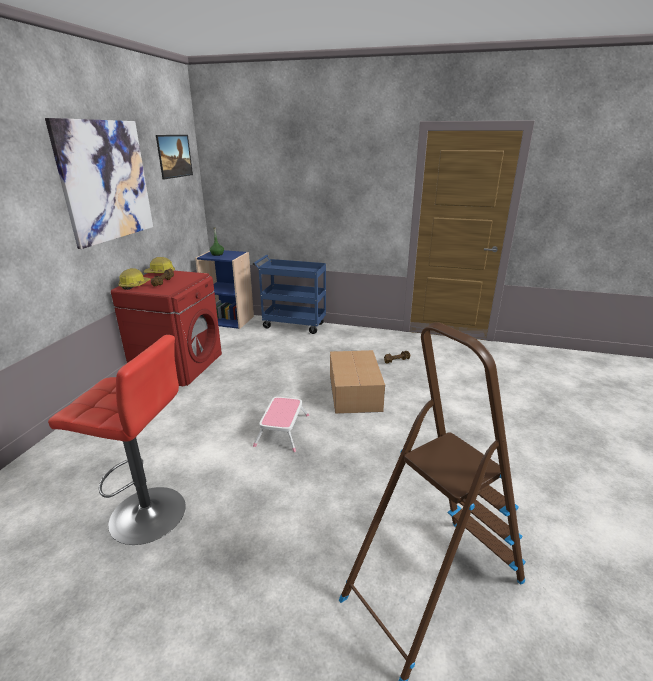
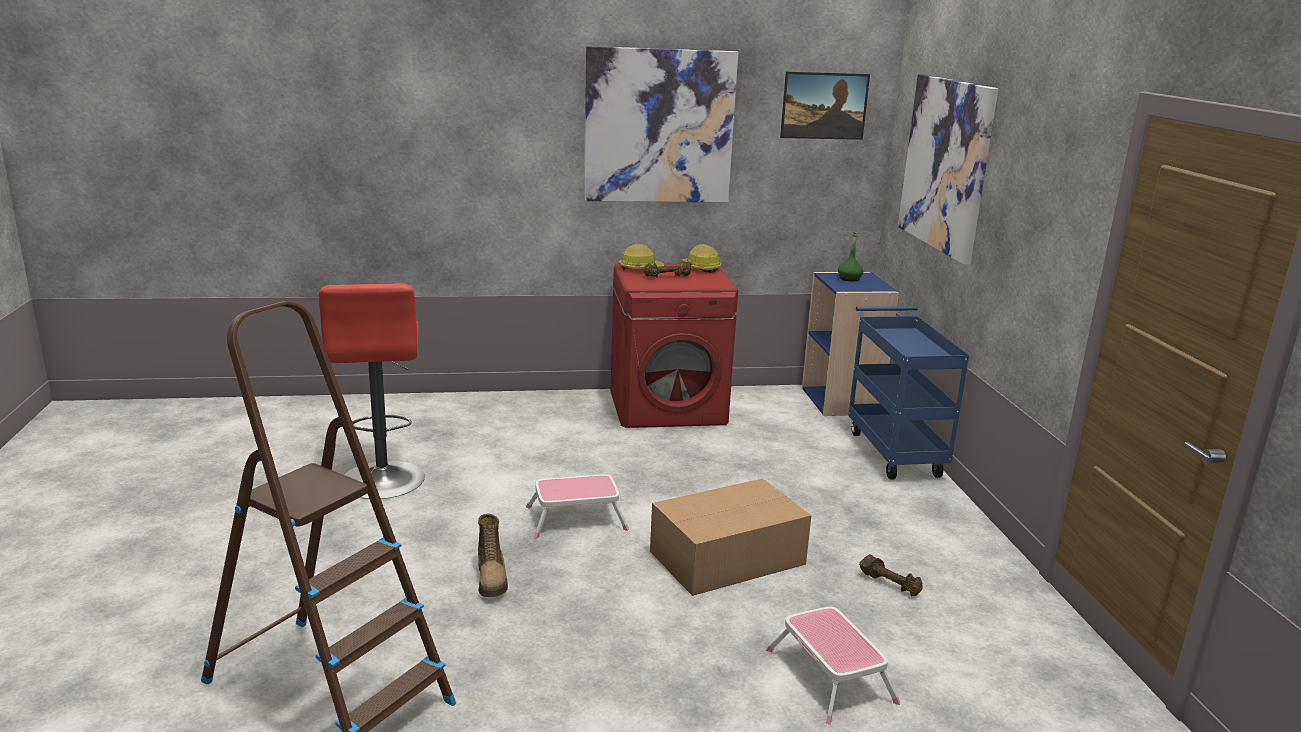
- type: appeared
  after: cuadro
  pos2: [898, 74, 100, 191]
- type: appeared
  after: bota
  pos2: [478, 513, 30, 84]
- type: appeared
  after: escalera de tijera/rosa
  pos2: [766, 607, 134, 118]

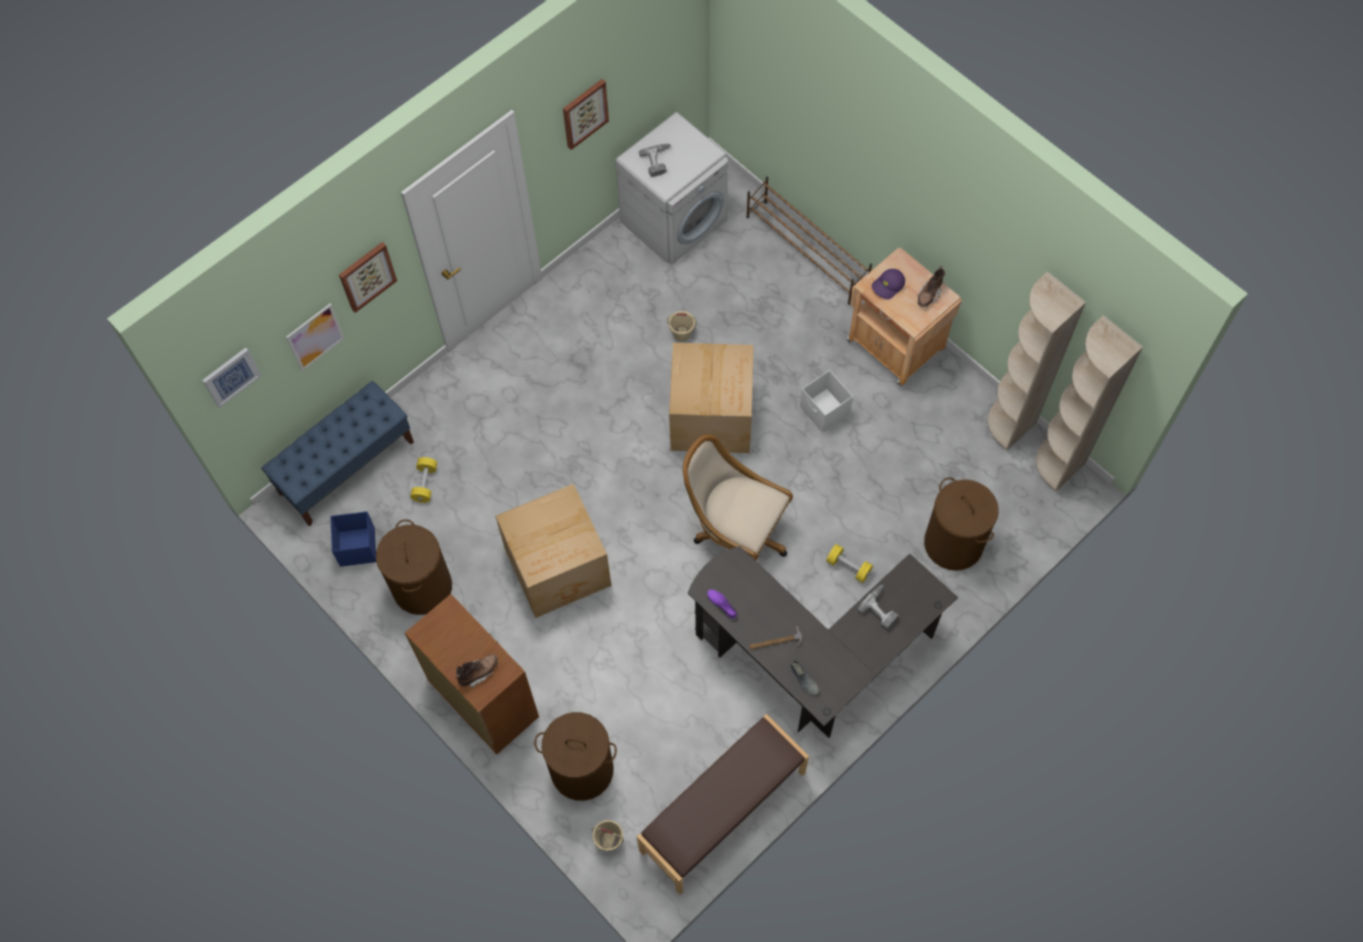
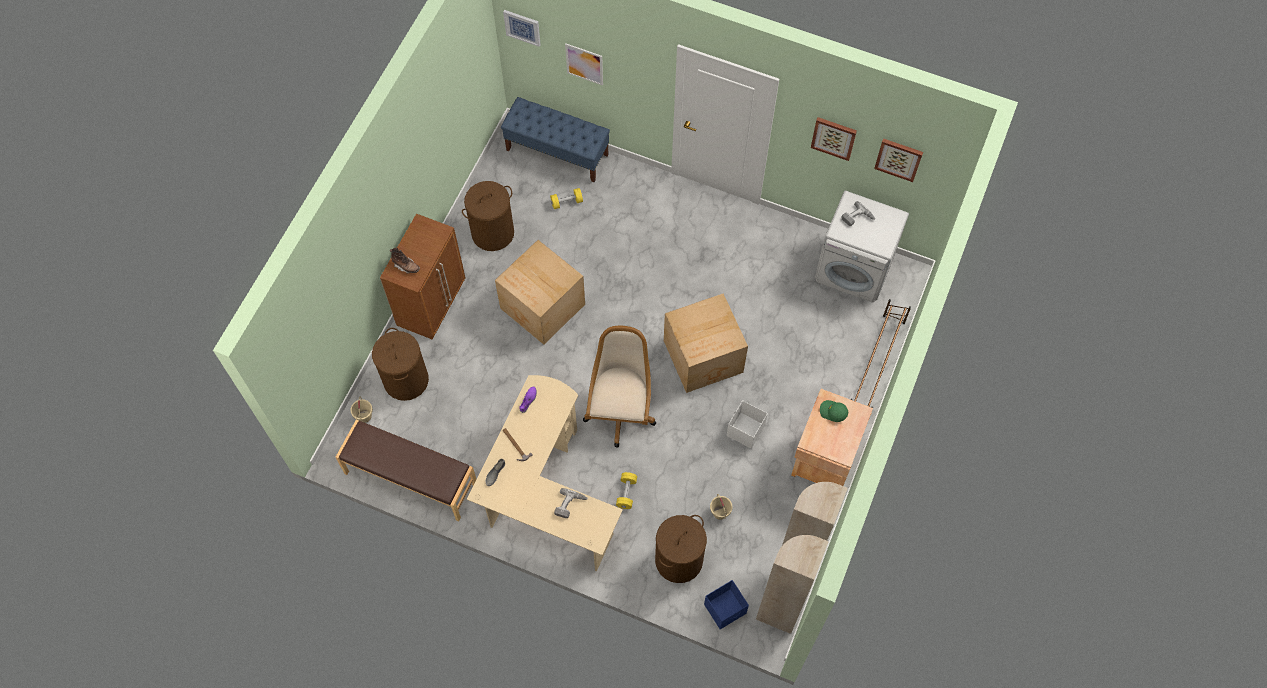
- type: relocated
  before: cuadro
  pos1: [339, 242, 58, 71]
  pos2: [874, 138, 49, 44]
- type: missing
  before: bota/marrón
  pos1: [918, 266, 27, 41]
- type: colour
  before: gorra/morado
  after: gorra/verde
  pos1: [872, 269, 33, 31]
  pos2: [820, 400, 28, 22]
- type: relocated
  before: cubo/beis
  pos1: [667, 311, 29, 30]
  pos2: [710, 494, 22, 26]
- type: relocated
  before: caja de almacenaje/azul
  pos1: [330, 511, 46, 56]
  pos2: [704, 580, 45, 49]
- type: colour
  before: escritorio/negro
  after: escritorio/beis
  pos1: [688, 546, 270, 192]
  pos2: [467, 375, 156, 196]

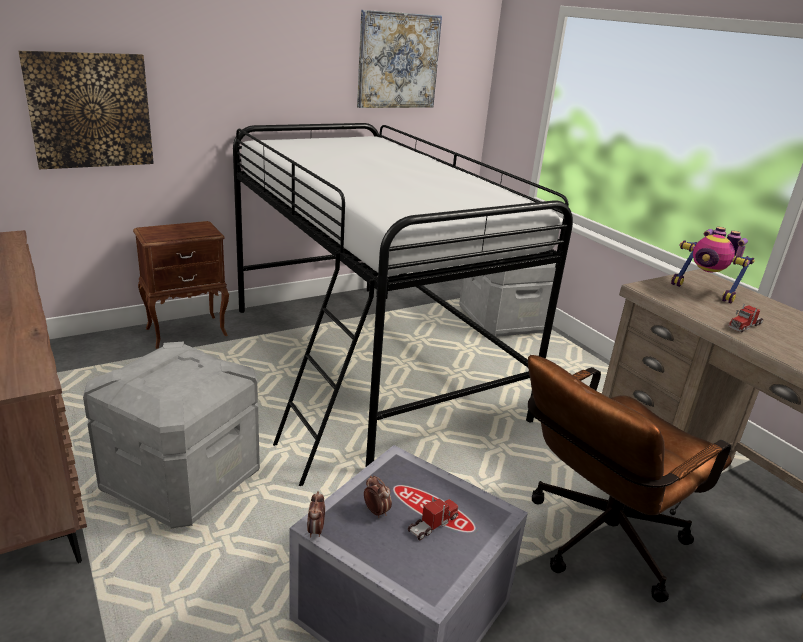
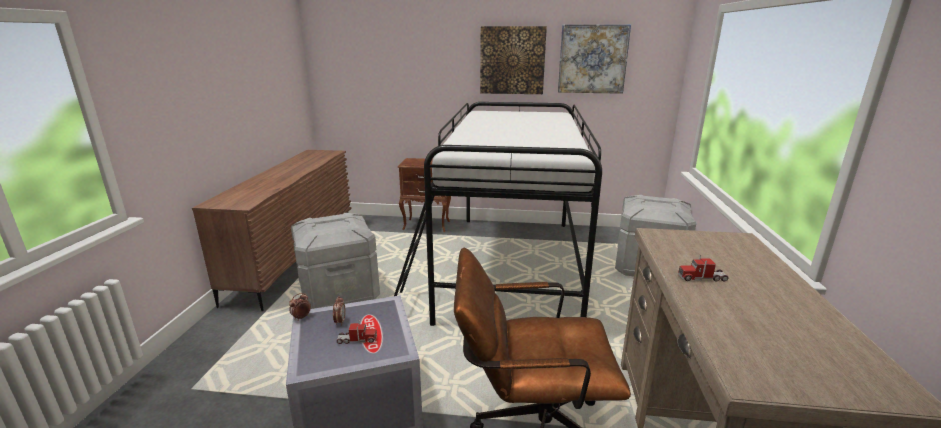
- type: relocated
  before: cuadro
  pos1: [18, 51, 136, 118]
  pos2: [480, 26, 67, 68]
- type: missing
  before: robot de juguete
  pos1: [671, 227, 84, 76]

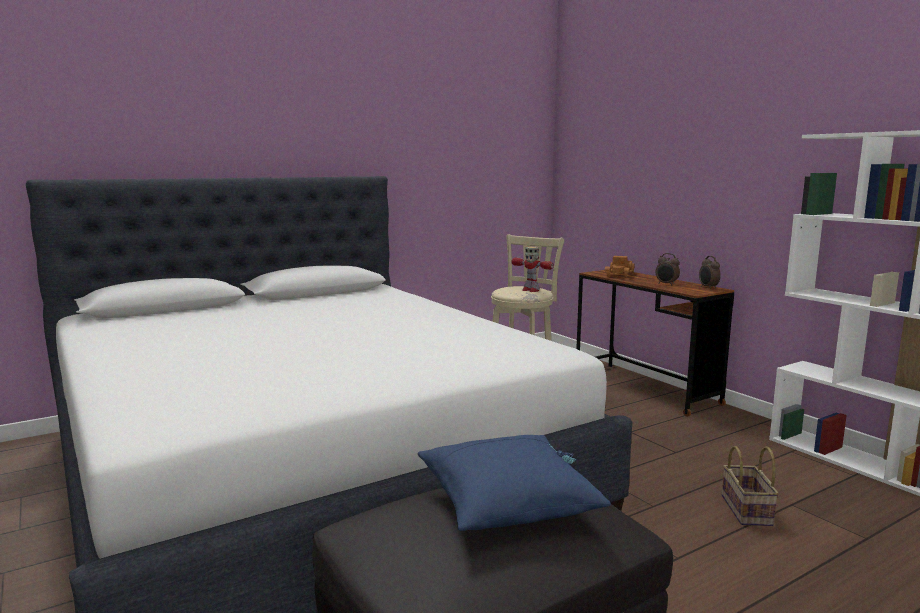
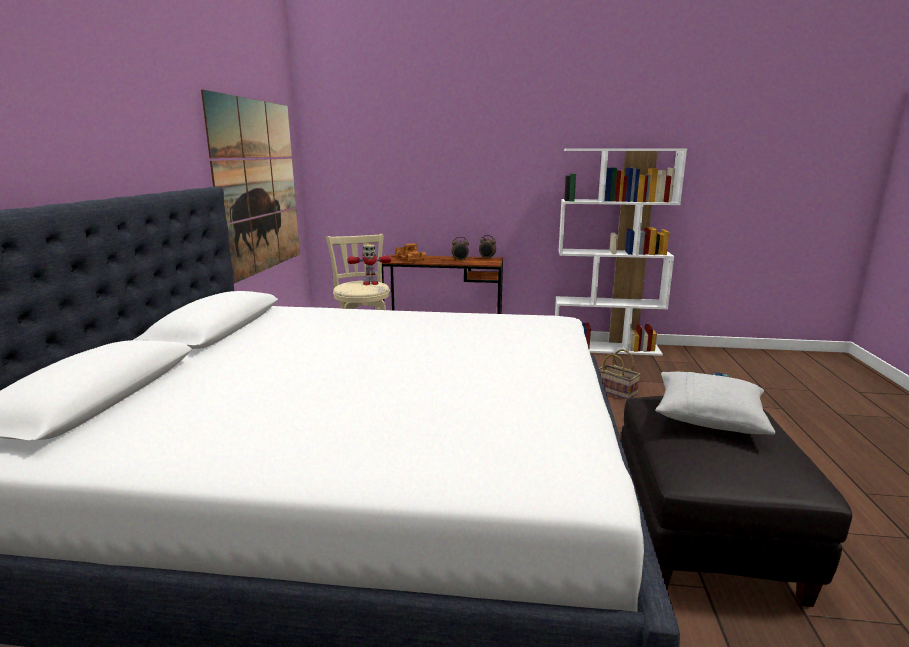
- type: colour
  before: cojín/azul
  after: cojín/gris
  pos1: [418, 435, 193, 96]
  pos2: [655, 372, 120, 63]
- type: appeared
  after: cuadro
  pos2: [201, 89, 99, 194]

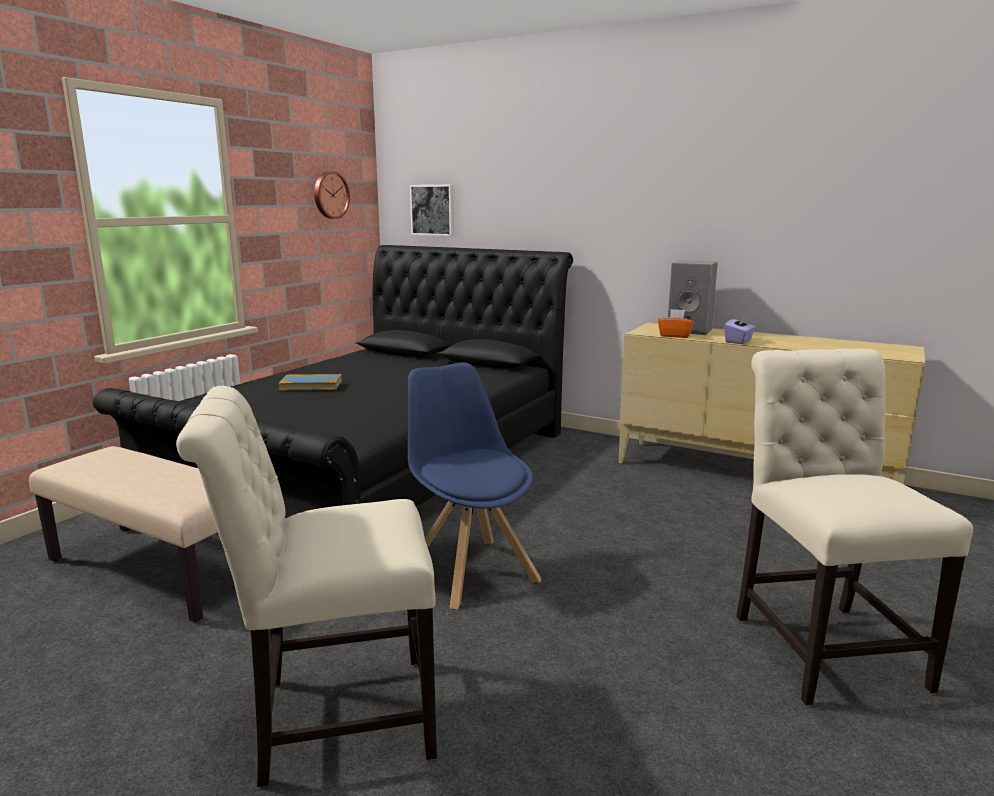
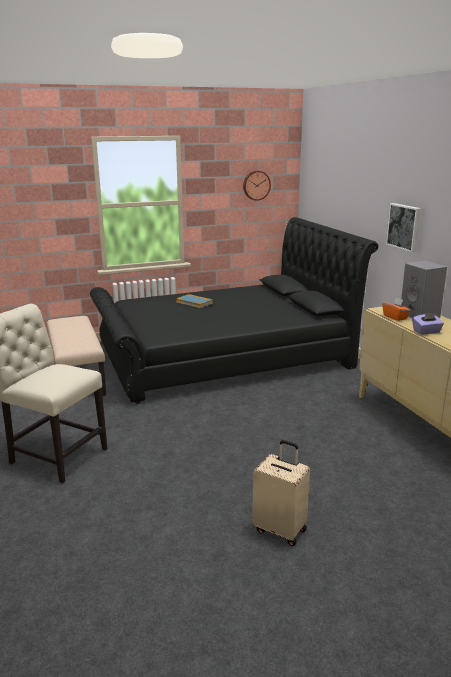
- type: relocated
  before: cuadro
  pos1: [410, 185, 44, 51]
  pos2: [386, 203, 35, 49]
- type: exchanged
  before: silla/beis
  after: maleta/beis
  pos1: [736, 349, 237, 356]
  pos2: [253, 440, 57, 106]
- type: missing
  before: silla/azul
  pos1: [408, 363, 133, 247]

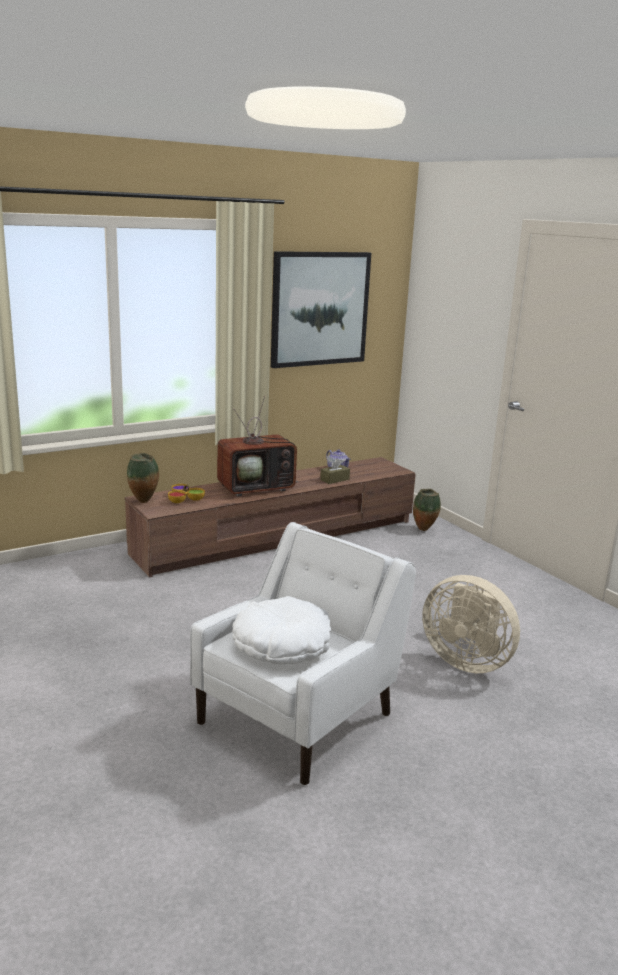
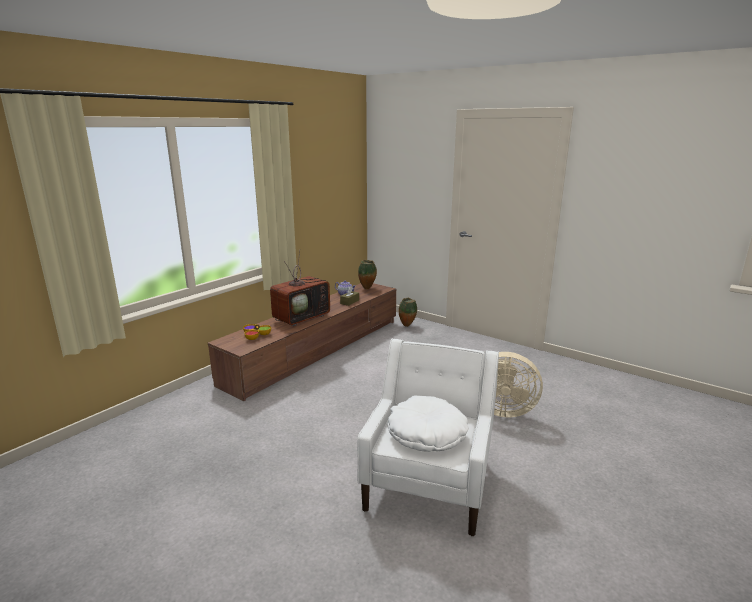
- type: missing
  before: cuadro
  pos1: [271, 251, 100, 117]
- type: relocated
  before: florero
  pos1: [127, 453, 32, 50]
  pos2: [358, 260, 19, 29]

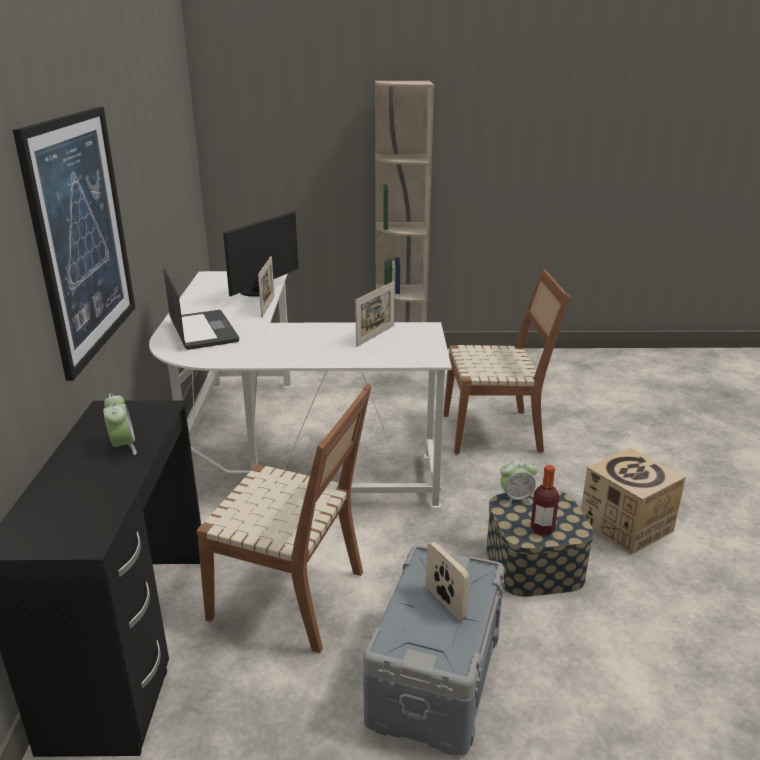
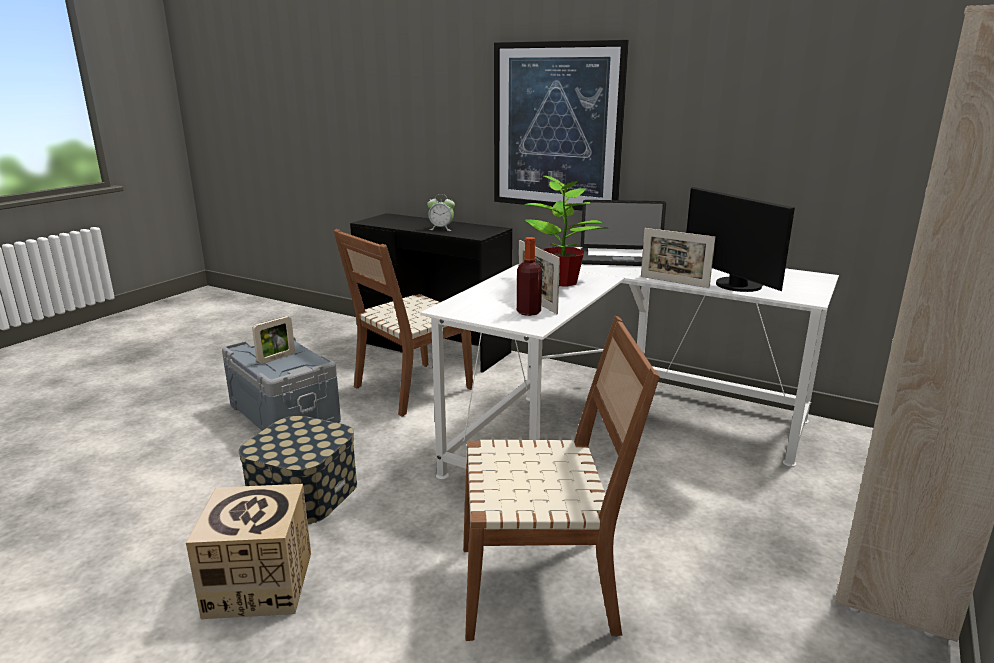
- type: spun
  before: silla
  pos1: [443, 268, 127, 186]
  pos2: [463, 315, 197, 326]
  turn: -120
- type: missing
  before: despertador
  pos1: [500, 458, 38, 47]
- type: relocated
  before: botella
  pos1: [530, 465, 29, 71]
  pos2: [517, 237, 25, 79]
- type: spun
  before: portarretratos
  pos1: [426, 542, 43, 79]
  pos2: [252, 316, 43, 48]
  turn: -45
- type: appeared
  after: planta en maceta
  pos2: [524, 170, 83, 117]

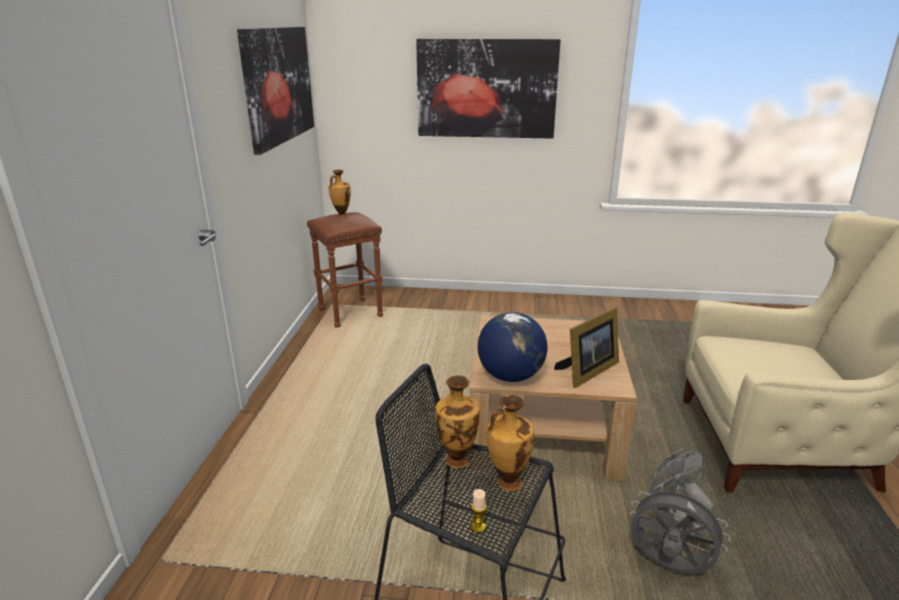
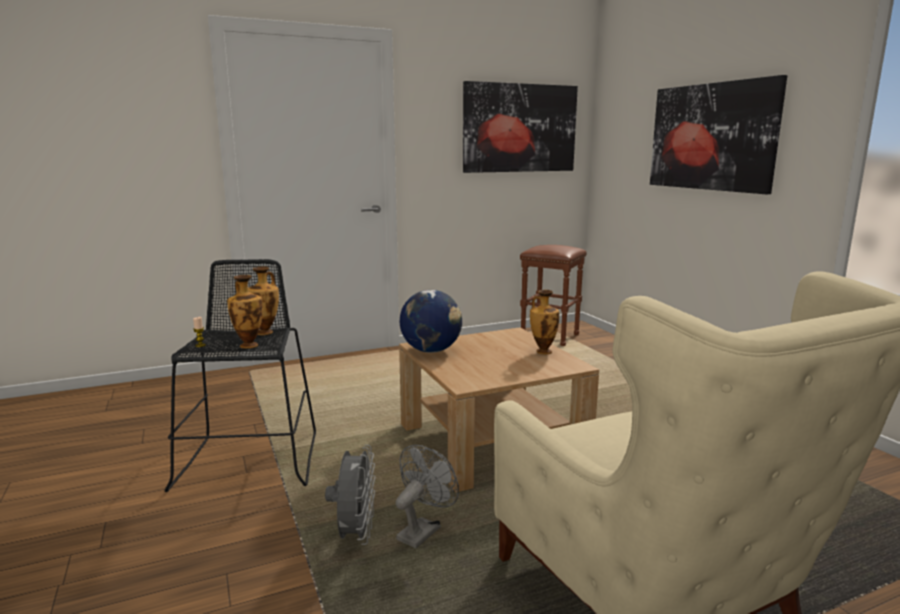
- type: relocated
  before: florero
  pos1: [328, 170, 23, 48]
  pos2: [530, 290, 29, 64]
- type: missing
  before: portarretratos
  pos1: [554, 307, 65, 81]

